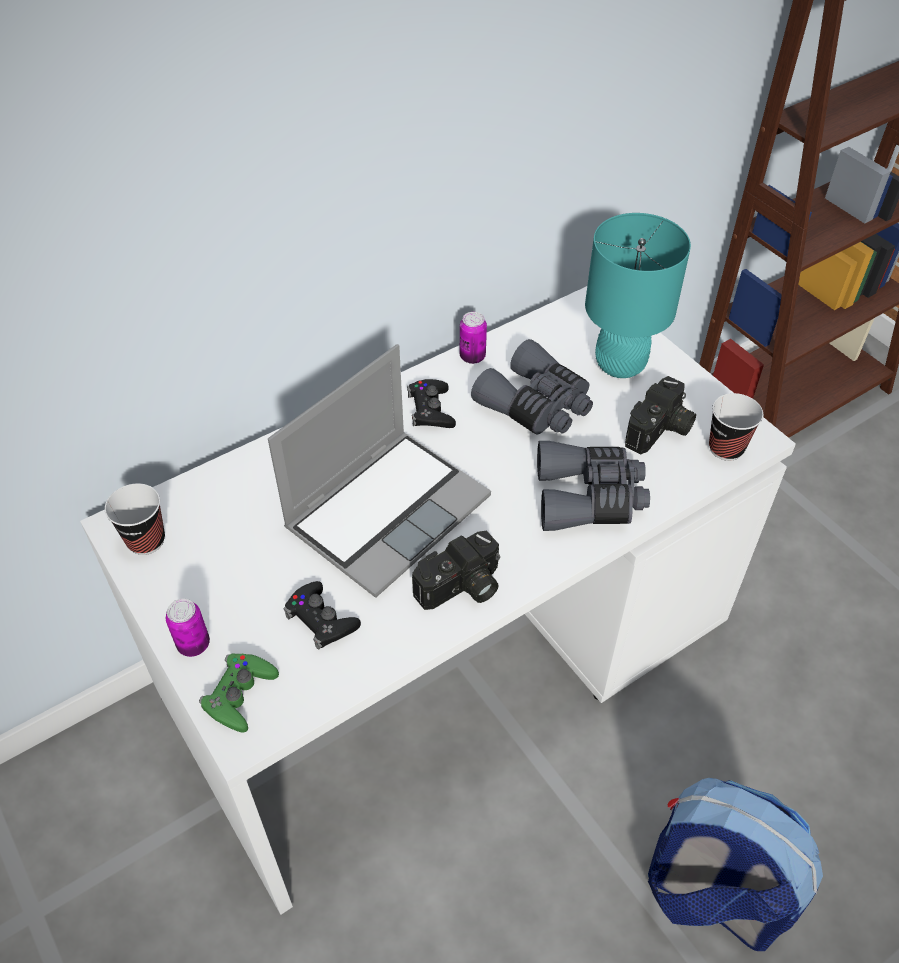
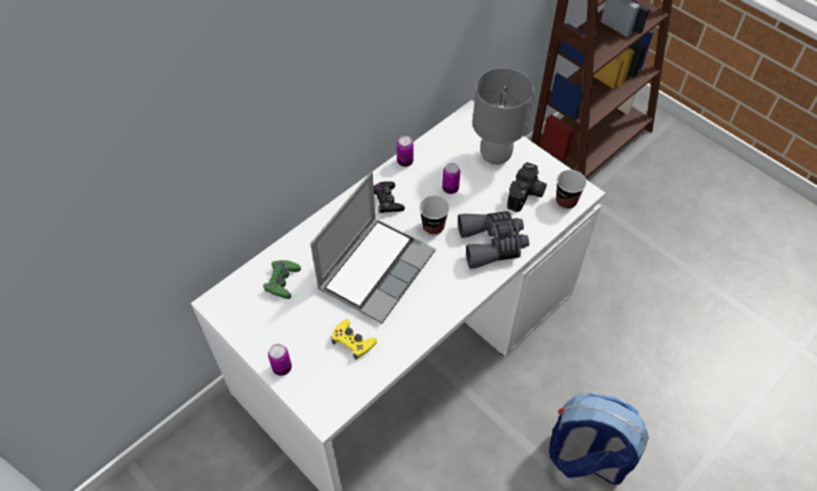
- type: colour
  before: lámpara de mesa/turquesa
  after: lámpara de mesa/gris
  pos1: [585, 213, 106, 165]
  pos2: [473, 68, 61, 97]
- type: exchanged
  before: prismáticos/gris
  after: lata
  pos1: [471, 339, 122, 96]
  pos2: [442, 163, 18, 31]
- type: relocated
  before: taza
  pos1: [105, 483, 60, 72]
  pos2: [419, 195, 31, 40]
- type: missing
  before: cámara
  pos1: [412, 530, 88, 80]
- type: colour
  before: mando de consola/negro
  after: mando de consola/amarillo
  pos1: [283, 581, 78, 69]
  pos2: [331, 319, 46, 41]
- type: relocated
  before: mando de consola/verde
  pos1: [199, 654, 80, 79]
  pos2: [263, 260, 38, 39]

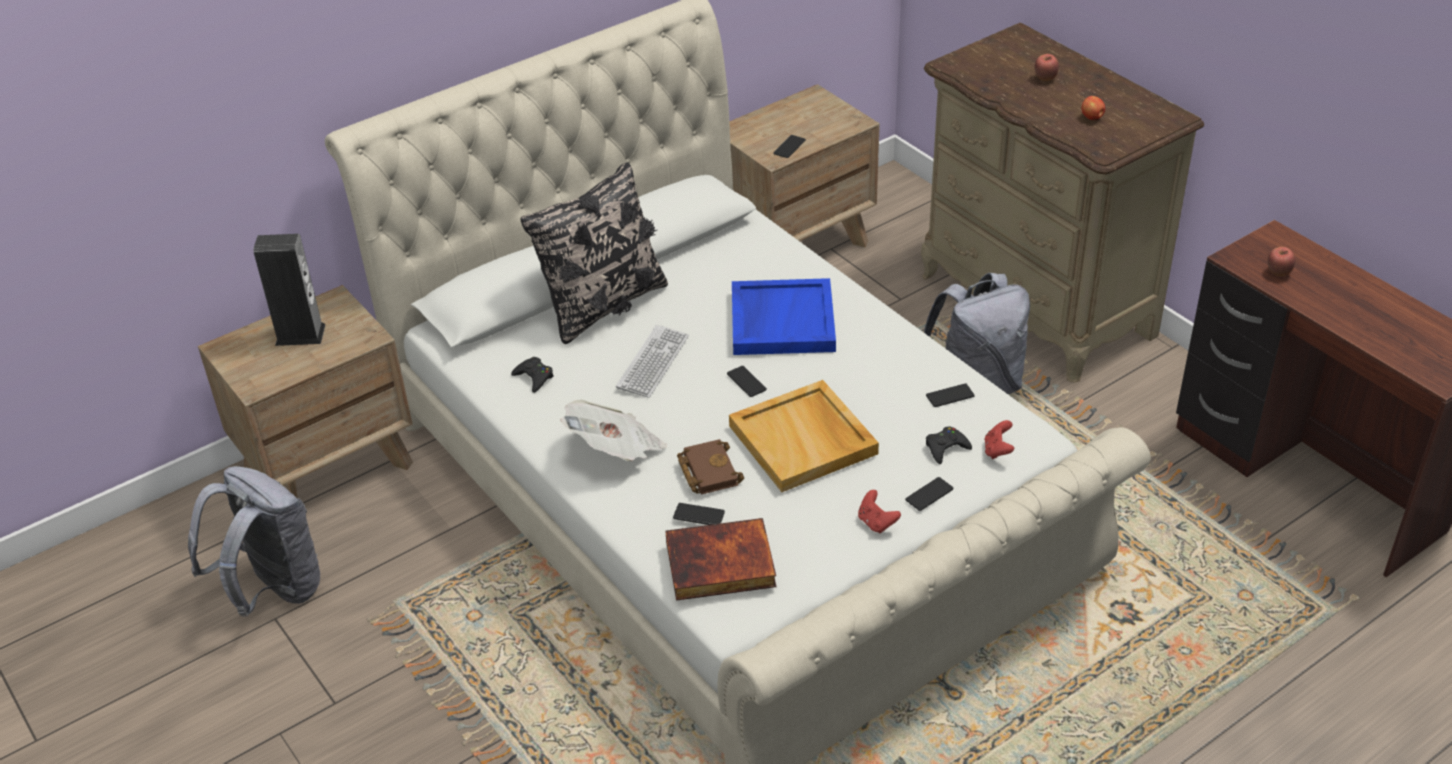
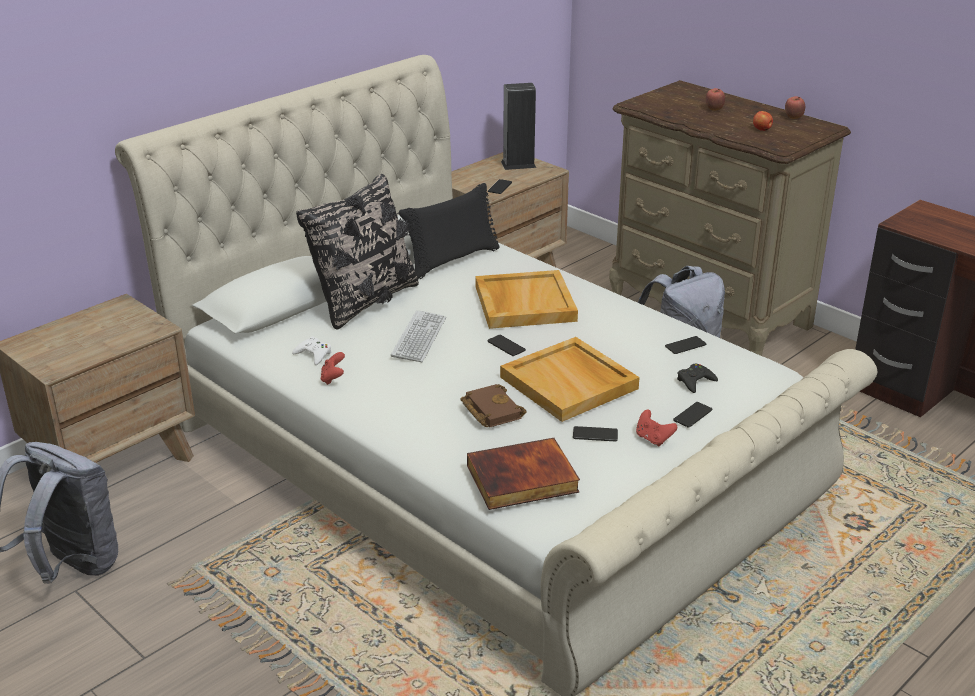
- type: relocated
  before: altavoz
  pos1: [253, 234, 73, 112]
  pos2: [501, 83, 35, 87]
- type: relocated
  before: manzana
  pos1: [1267, 247, 28, 29]
  pos2: [785, 96, 20, 23]
- type: colour
  before: bandeja/azul
  after: bandeja/beis
  pos1: [732, 278, 104, 77]
  pos2: [475, 270, 103, 59]
- type: colour
  before: mando de consola/negro
  after: mando de consola/blanco
  pos1: [511, 357, 43, 36]
  pos2: [292, 336, 39, 29]
- type: missing
  before: periódico
  pos1: [560, 400, 107, 61]
- type: relocated
  before: mando de consola/rojo
  pos1: [984, 420, 30, 39]
  pos2: [321, 352, 24, 33]
- type: relocated
  before: móvil
  pos1: [673, 503, 52, 22]
  pos2: [573, 426, 45, 16]
- type: appeared
  after: cojín/negro
  pos2: [399, 183, 101, 96]

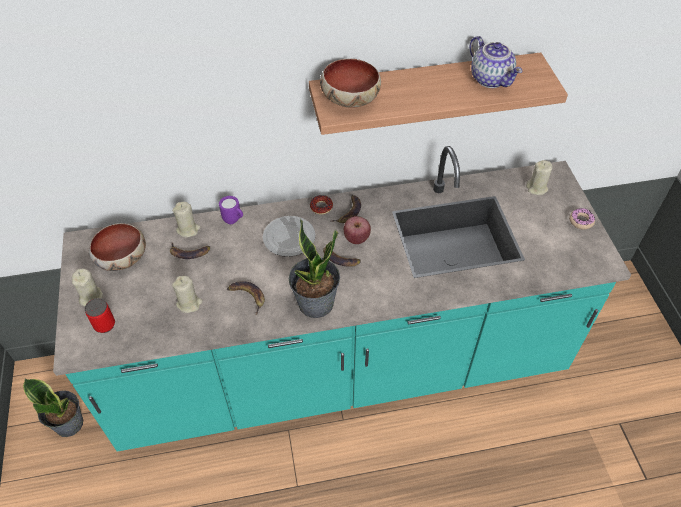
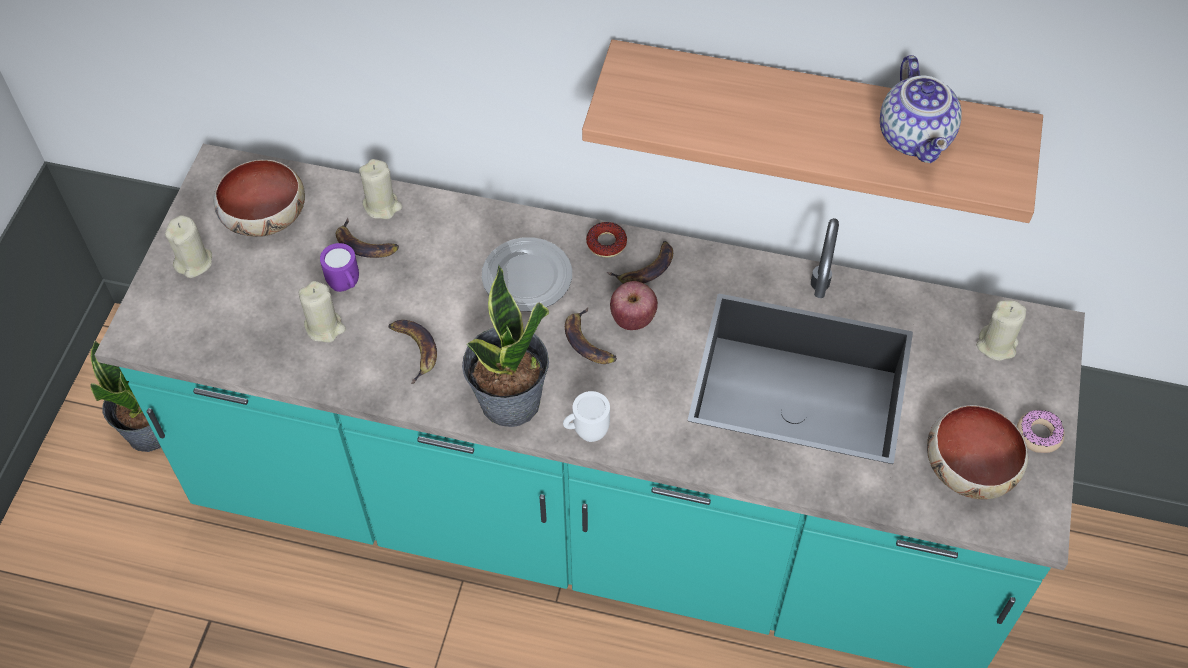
- type: relocated
  before: cuenco
  pos1: [320, 59, 61, 49]
  pos2: [927, 405, 101, 95]
- type: relocated
  before: taza grande/morado
  pos1: [219, 196, 24, 28]
  pos2: [320, 243, 39, 49]
- type: missing
  before: lata
  pos1: [85, 298, 30, 35]
- type: appeared
  after: taza grande/blanco
  pos2: [563, 391, 47, 51]

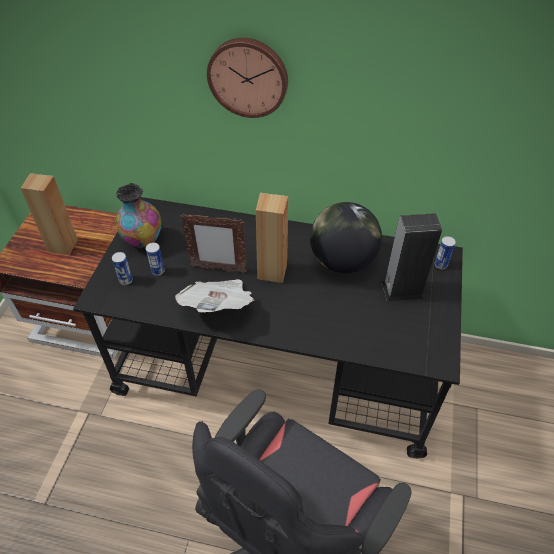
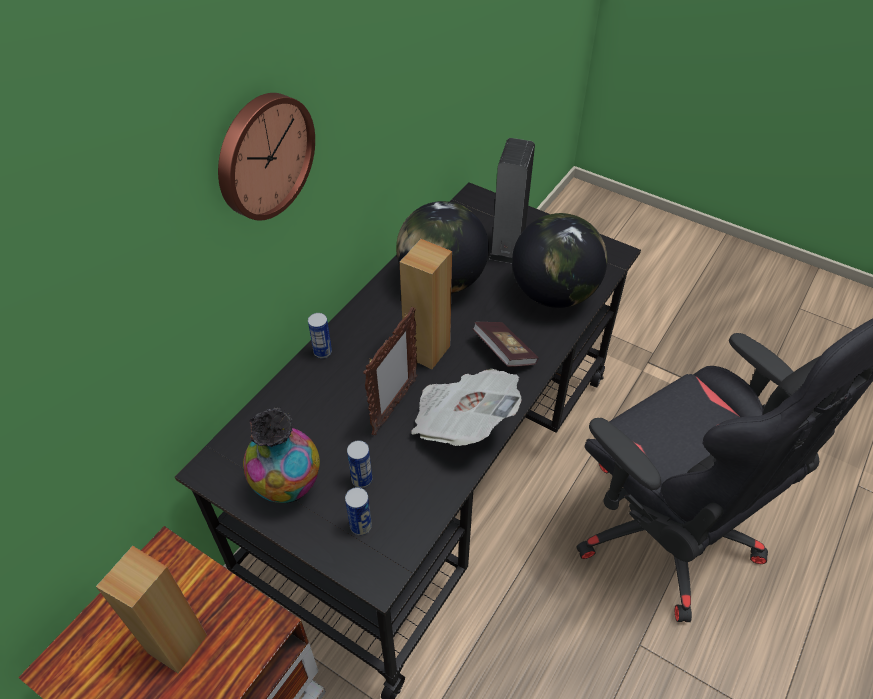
- type: relocated
  before: lata
  pos1: [435, 236, 21, 33]
  pos2: [308, 313, 24, 45]
- type: appeared
  after: globo terráqueo
  pos2: [512, 213, 95, 95]
- type: appeared
  after: libro
  pos2: [472, 322, 67, 45]

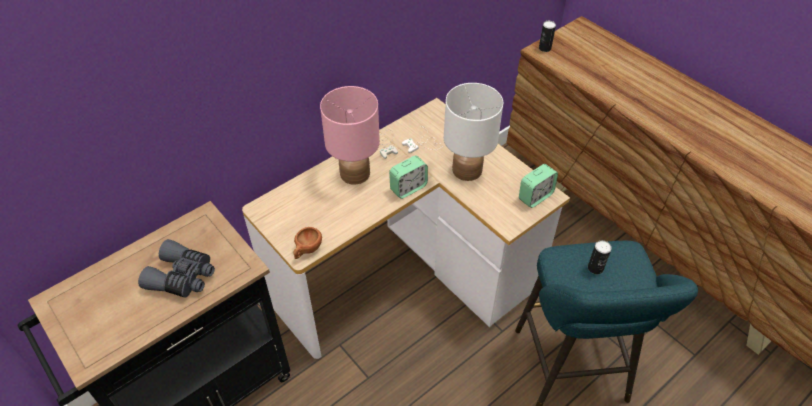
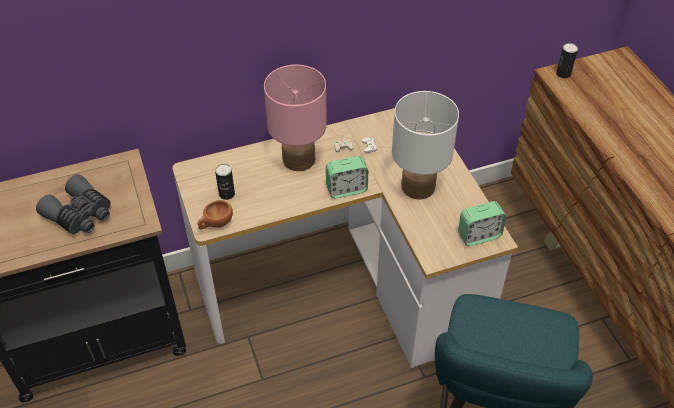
- type: relocated
  before: lata
  pos1: [588, 240, 24, 34]
  pos2: [215, 164, 20, 36]

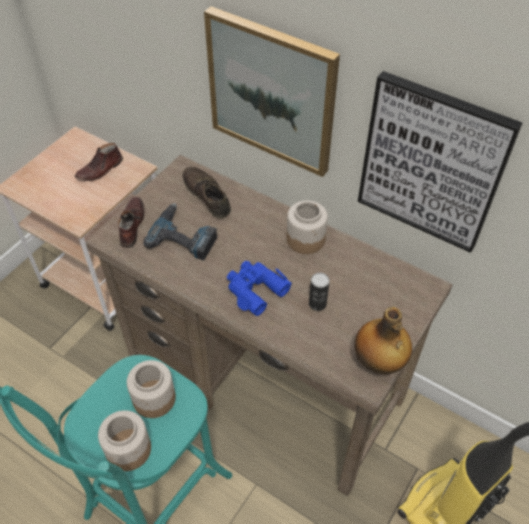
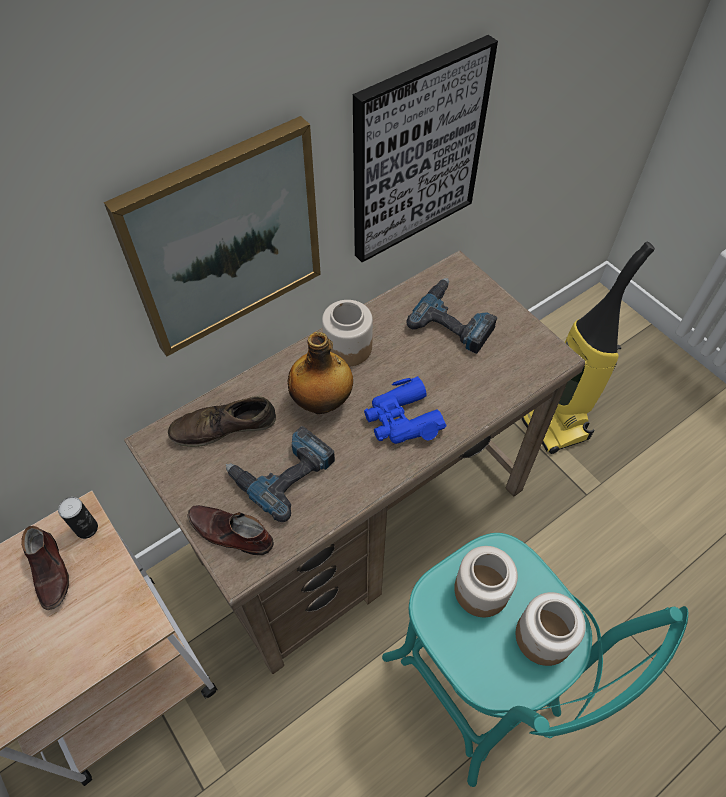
- type: relocated
  before: lata
  pos1: [309, 272, 21, 39]
  pos2: [58, 497, 40, 42]
- type: relocated
  before: botella
  pos1: [354, 307, 58, 68]
  pos2: [287, 332, 66, 82]
- type: appeared
  after: taladro
  pos2: [406, 278, 91, 76]

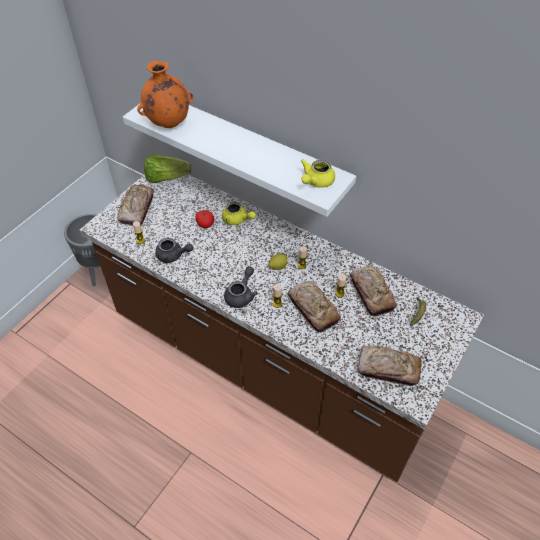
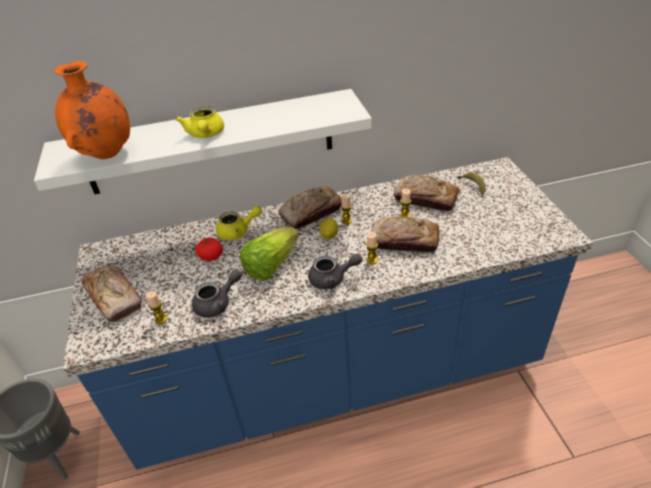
- type: relocated
  before: lechuga
  pos1: [144, 154, 48, 29]
  pos2: [240, 227, 59, 54]
- type: relocated
  before: tetera/amarillo
  pos1: [301, 159, 34, 29]
  pos2: [175, 106, 49, 32]
- type: colour
  before: mueble bajo de cocina/marrón
  after: mueble bajo de cocina/azul
  pos1: [80, 174, 404, 308]
  pos2: [63, 157, 530, 313]
- type: spun
  before: tetera/gris
  pos1: [224, 266, 34, 42]
  pos2: [308, 254, 54, 35]
  turn: 105
- type: relocated
  before: pan
  pos1: [358, 346, 64, 40]
  pos2: [278, 187, 64, 42]

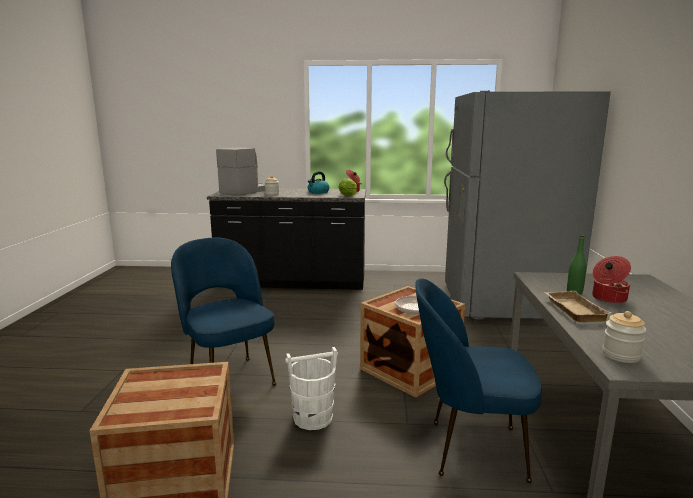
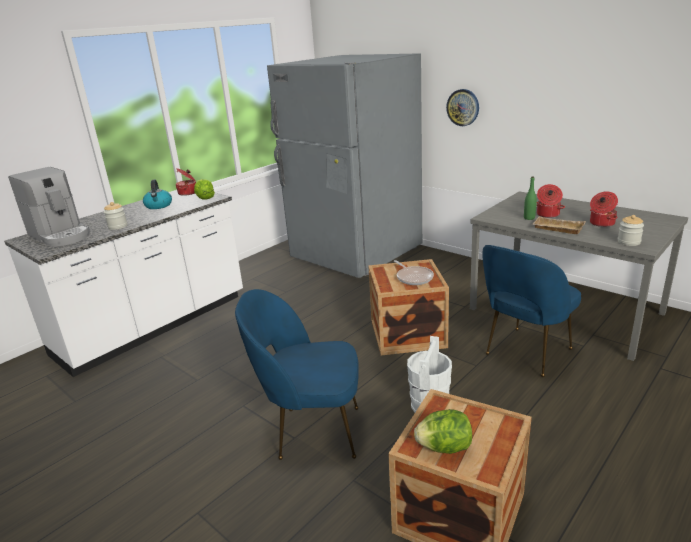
- type: spun
  before: cafetera
  pos1: [216, 147, 49, 48]
  pos2: [8, 167, 82, 80]
  turn: 150
- type: colour
  before: mueble bajo de cocina/negro
  after: mueble bajo de cocina/blanco
  pos1: [207, 188, 159, 102]
  pos2: [4, 190, 239, 187]
- type: appeared
  after: reloj de pared
  pos2: [446, 89, 33, 37]
- type: appeared
  after: olla
  pos2: [590, 191, 28, 36]
- type: appeared
  after: lechuga
  pos2: [414, 409, 58, 45]

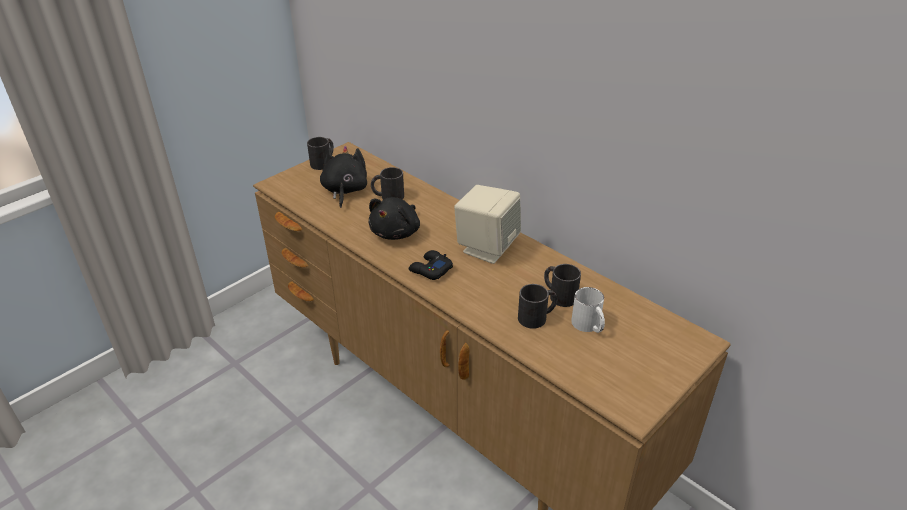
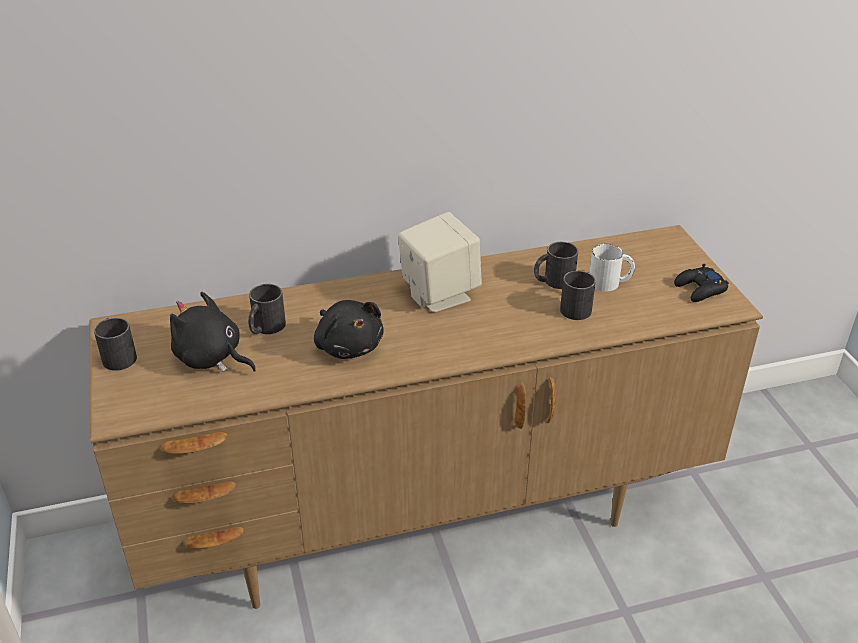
- type: relocated
  before: mando de consola/negro
  pos1: [409, 250, 44, 30]
  pos2: [674, 264, 55, 38]

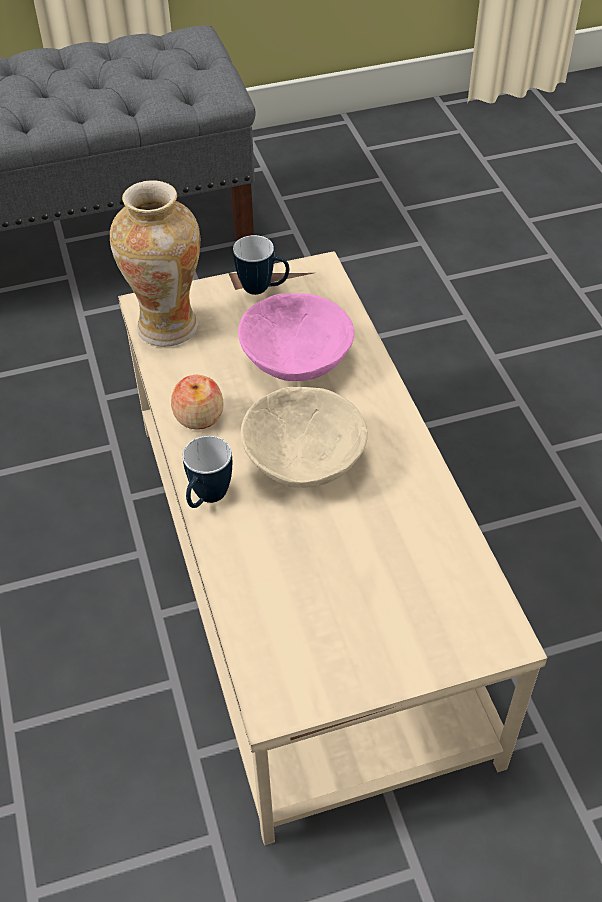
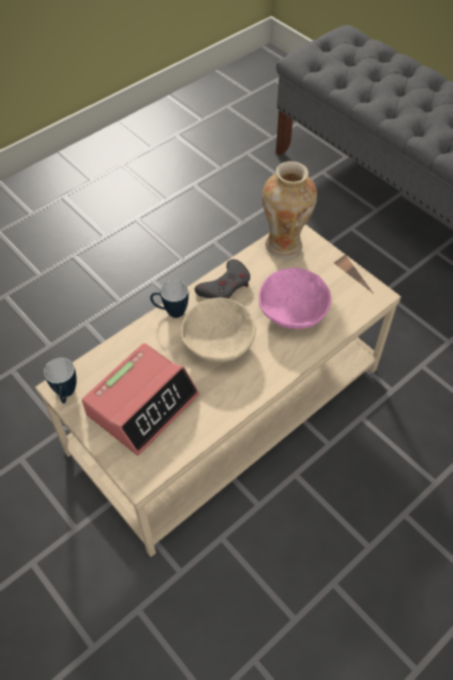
- type: relocated
  before: taza grande
  pos1: [233, 235, 56, 60]
  pos2: [44, 358, 32, 46]
- type: exchanged
  before: manzana
  after: mando de consola/gris
  pos1: [171, 375, 52, 55]
  pos2: [194, 259, 56, 40]
- type: appeared
  after: despertador
  pos2: [82, 343, 117, 113]

